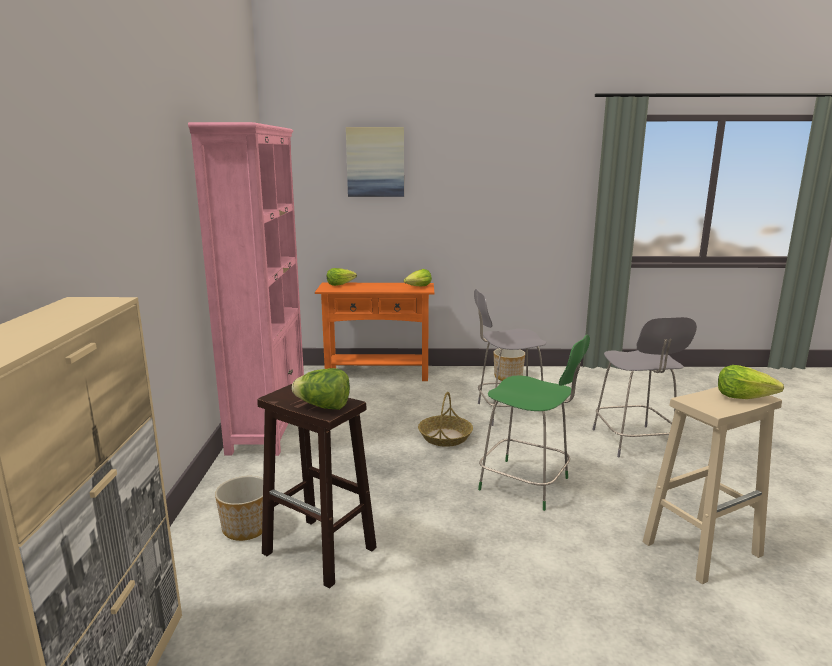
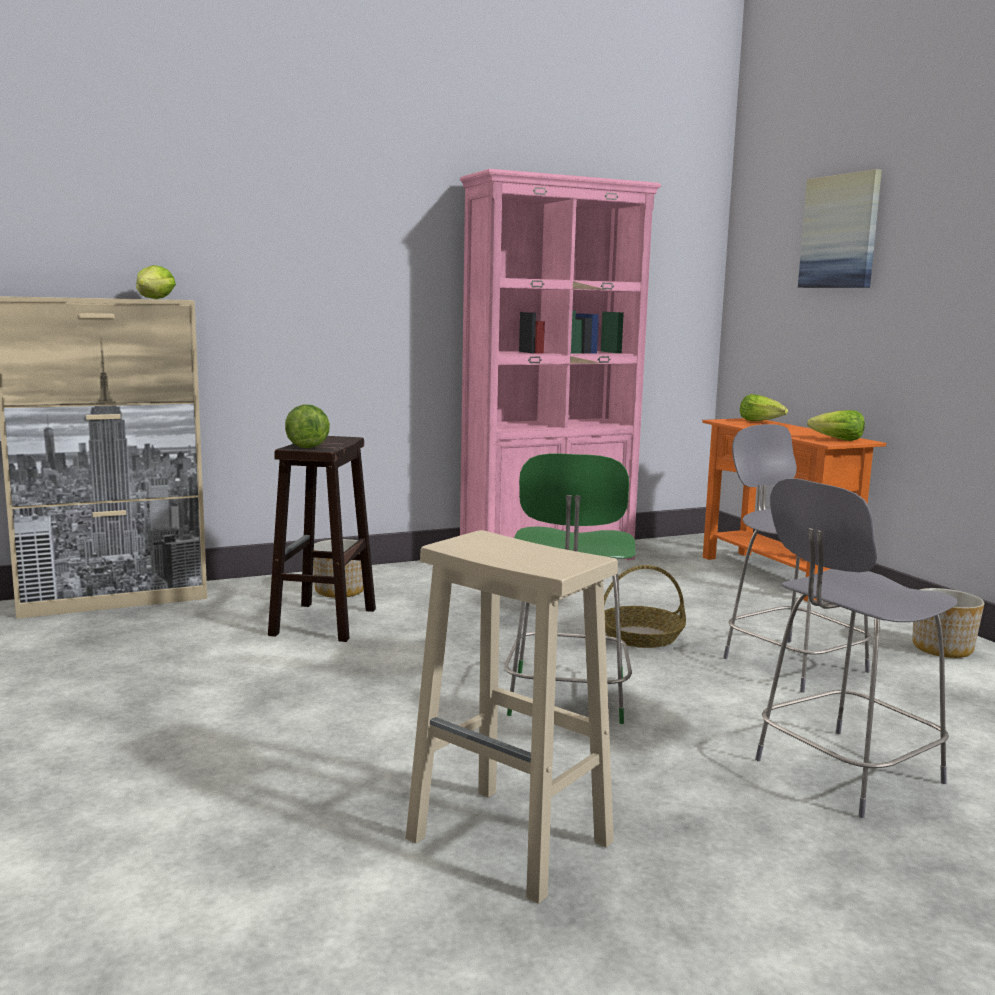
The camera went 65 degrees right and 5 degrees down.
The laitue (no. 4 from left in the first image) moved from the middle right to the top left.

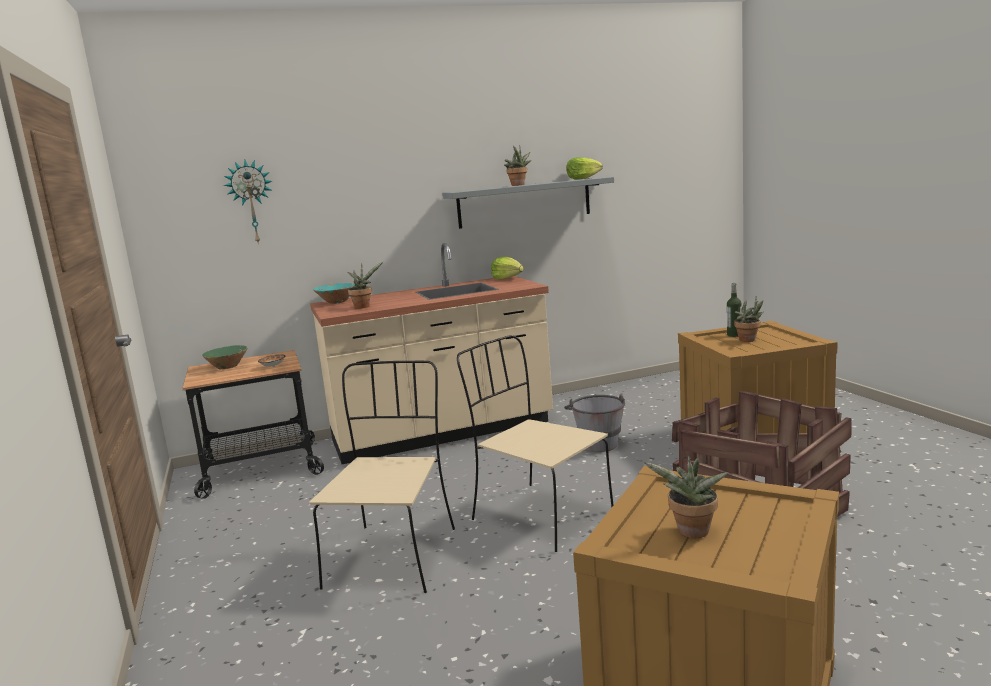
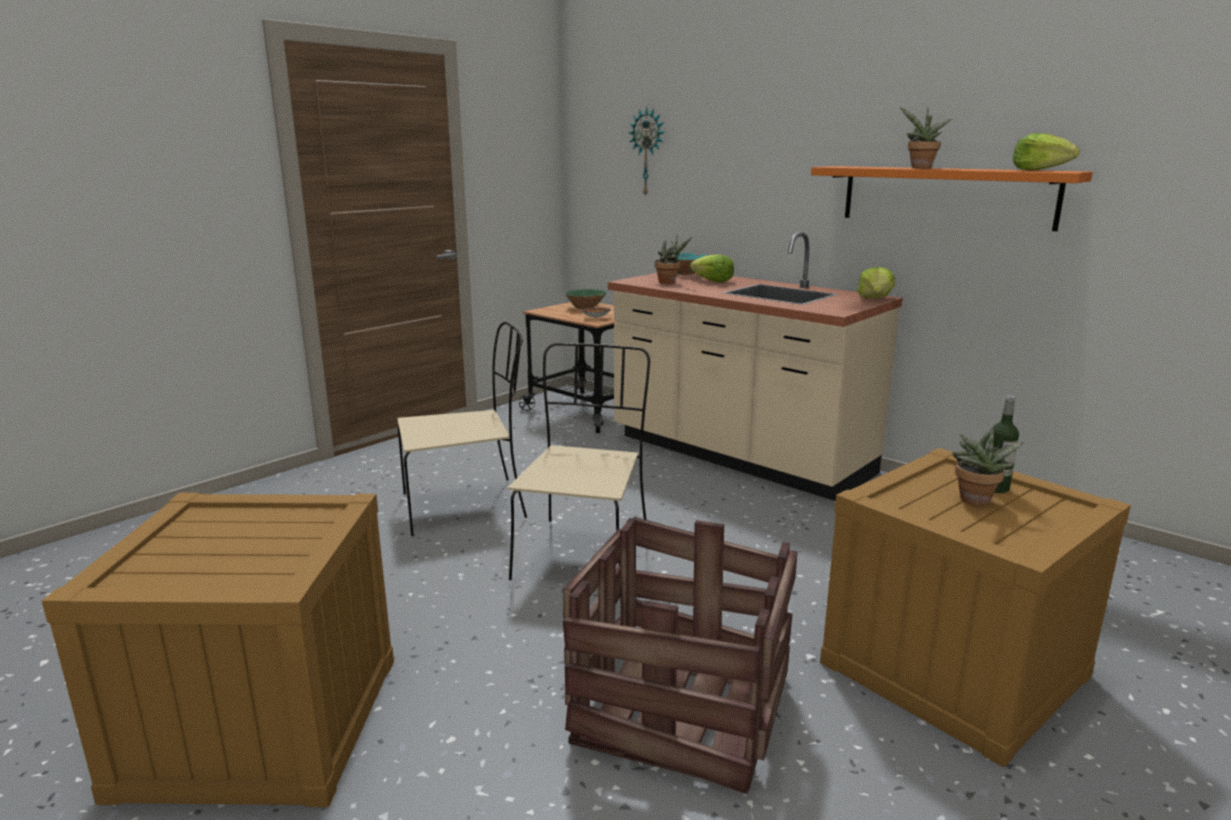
The camera went 60 degrees right and 5 degrees up.
The étagère/gris at the top centre became the étagère/orange at the top right.
The seau/gris at the centre disappeared.
The plante en pot (no. 3 from left) at the bottom right disappeared.
The laitue (no. 1 from left) at the top centre appeared.

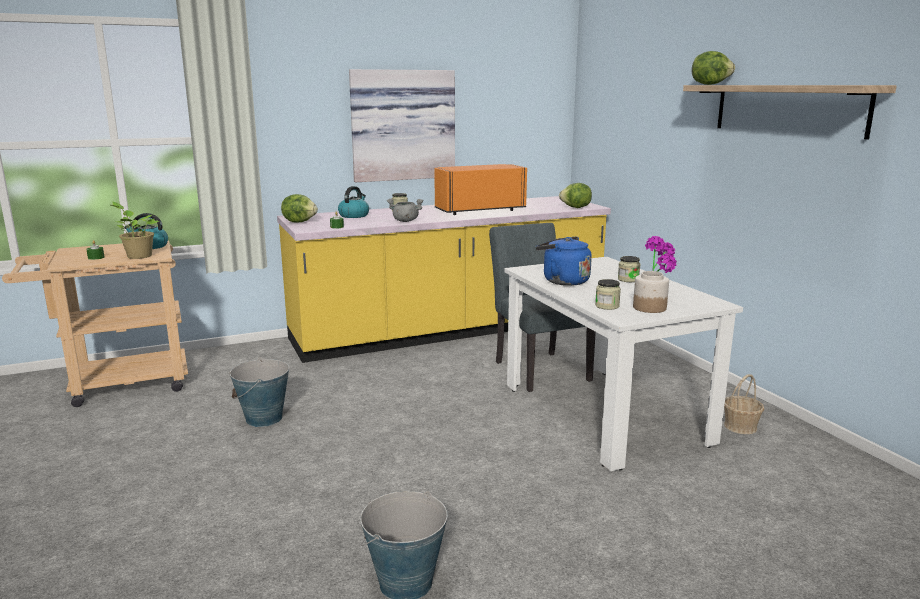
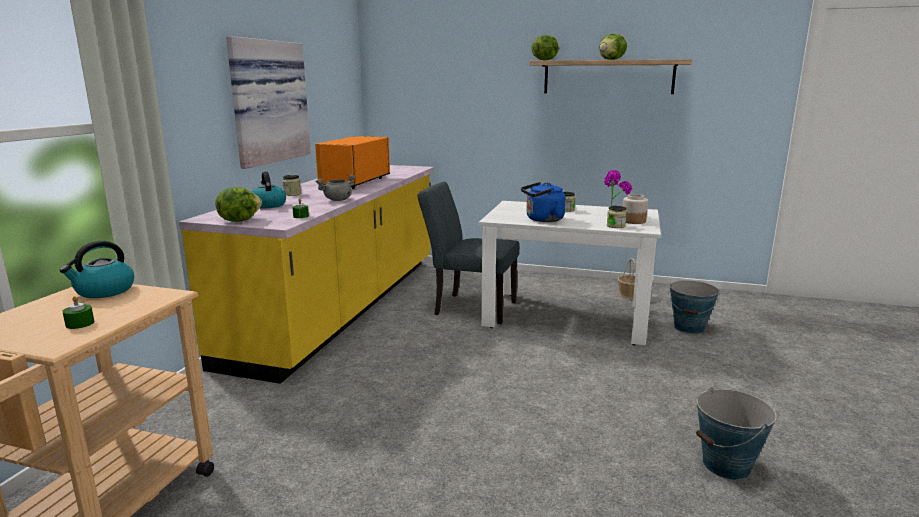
The camera went 50 degrees left and 0 degrees up.
The plante en pot (no. 1 from left) at the middle left disappeared.
The seau (no. 1 from left) moved from the middle left to the middle right.
The laitue (no. 2 from left in the first image) moved from the top centre to the top right.

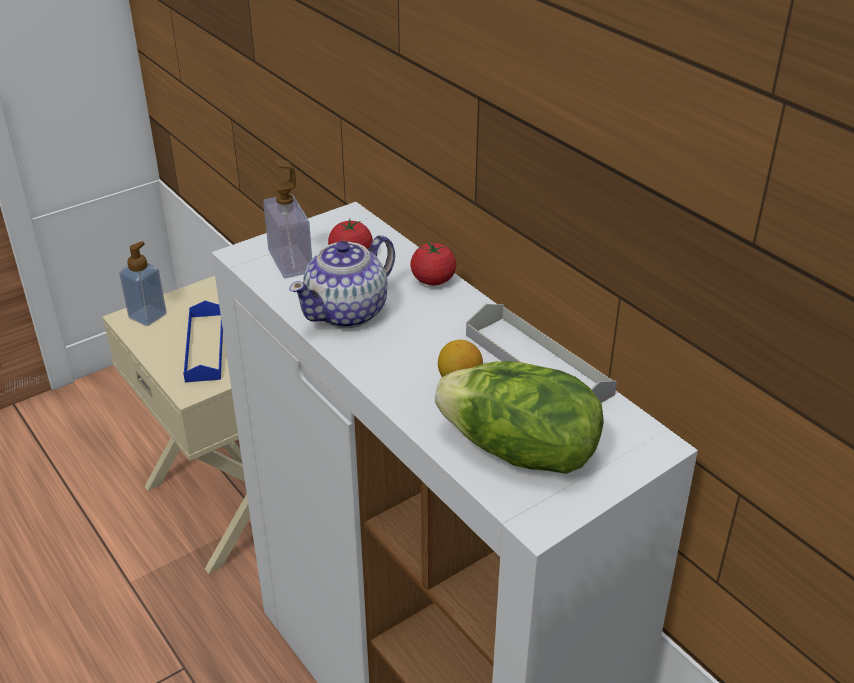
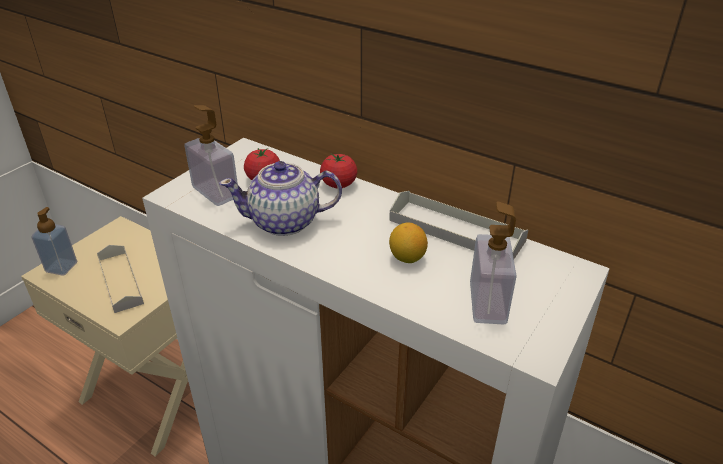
The camera went 20 degrees left and 0 degrees up.
The plateau/bleu at the middle left became the plateau/gris (no. 1 from left) at the middle left.
The théière at the centre turned 60 degrees clockwise.
The laitue at the centre was replaced by the distributeur de savon (no. 3 from left) at the middle right.

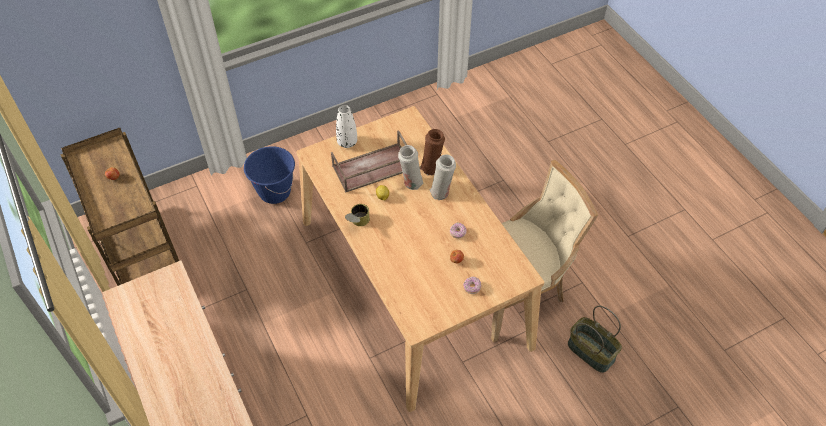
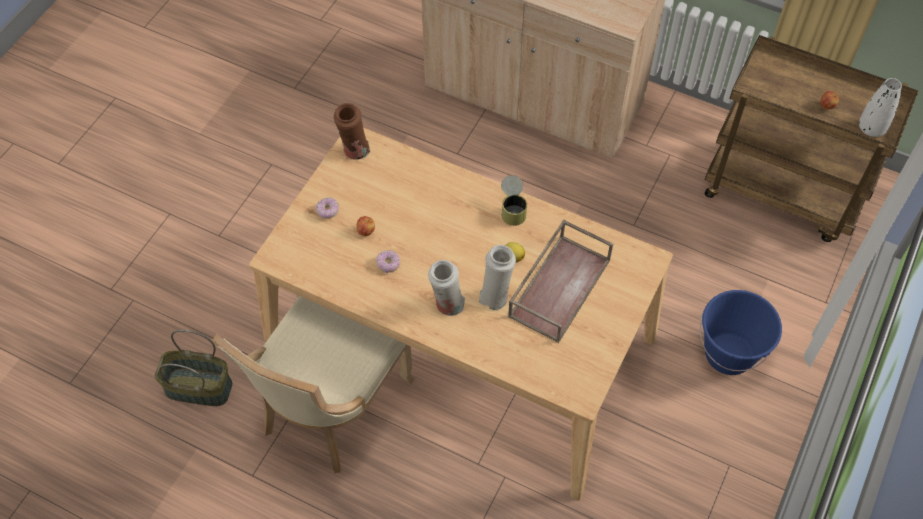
The camera went 145 degrees right and 5 degrees up.
The vase/blanc (no. 1 from left in the first image) moved from the top centre to the top right.
The vase/marron moved from the centre to the top centre.

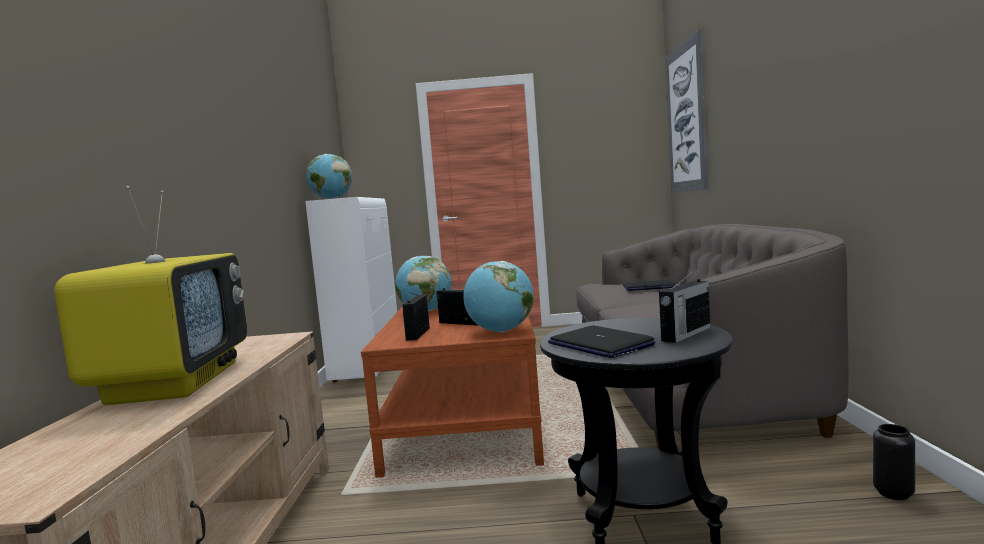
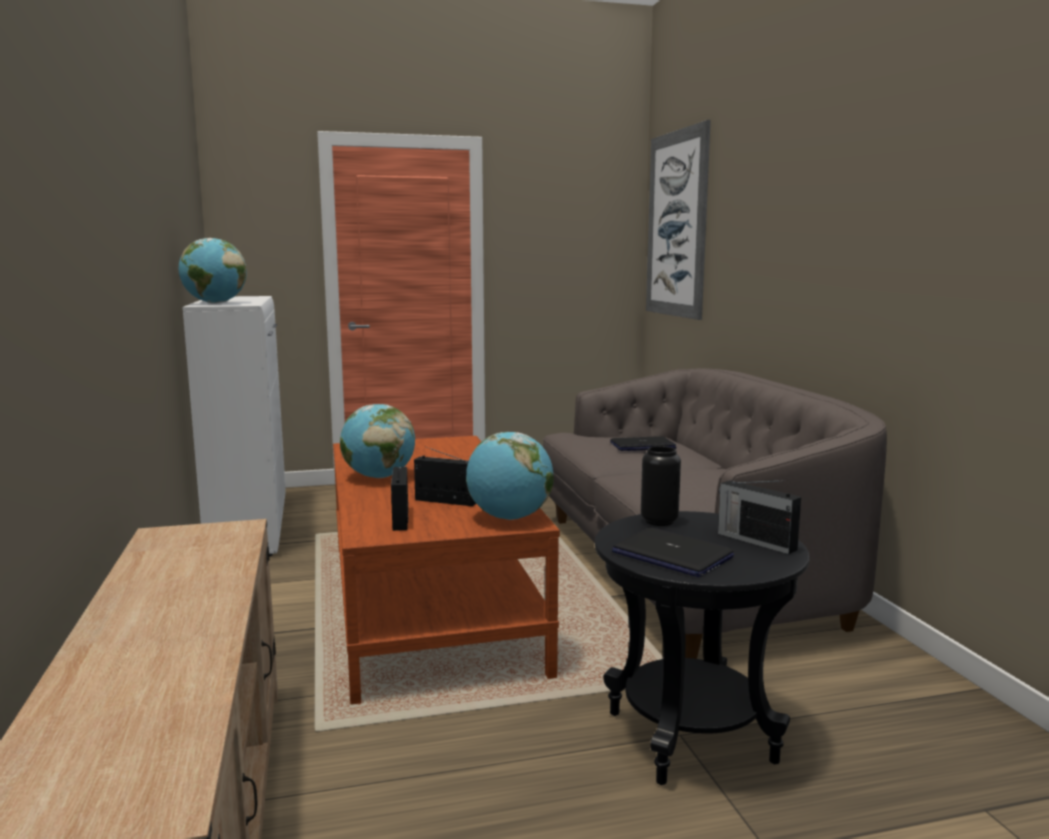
The camera went 15 degrees left and 5 degrees up.
The téléviseur at the middle left disappeared.
The radio (no. 3 from left) at the middle right turned 105 degrees clockwise.
The vase/noir moved from the bottom right to the centre.

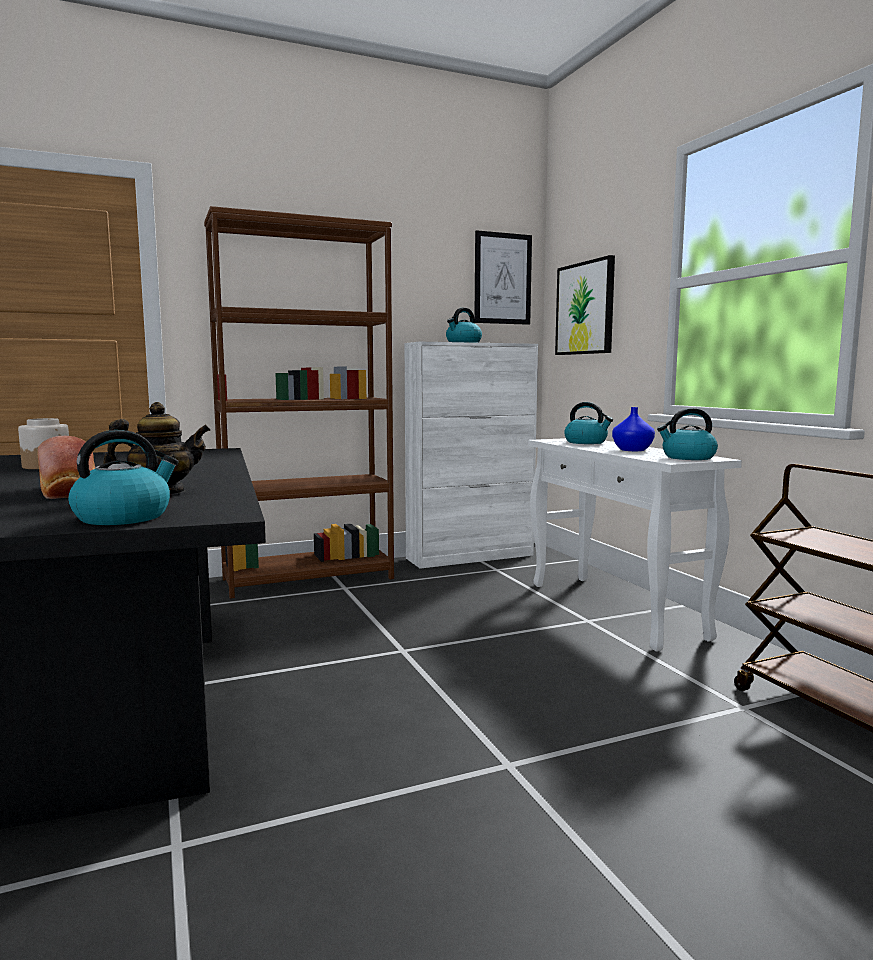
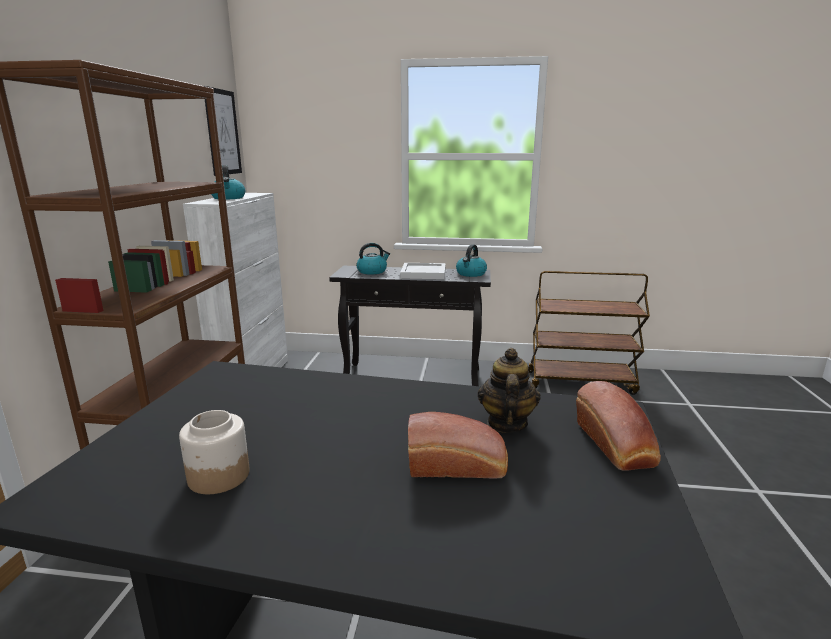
The camera went 60 degrees left and 10 degrees up.
The bouilloire (no. 1 from left) at the middle left was replaced by the pain (no. 2 from left) at the bottom right.
The table console/blanc at the middle right became the table console/noir at the centre.
The tableau (no. 2 from left) at the top right disappeared.
The vase/bleu at the middle right was replaced by the plateau/blanc at the centre.

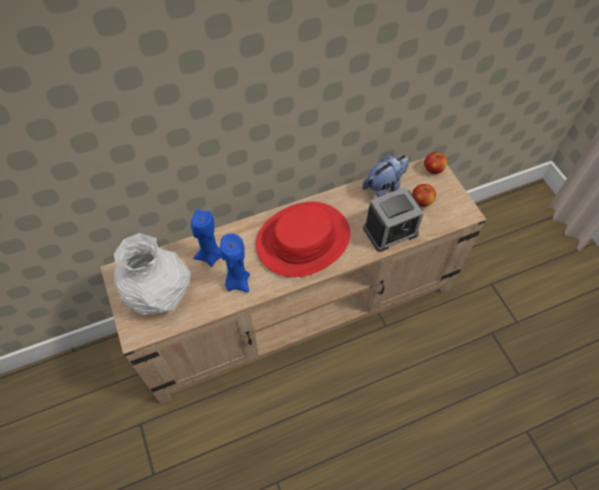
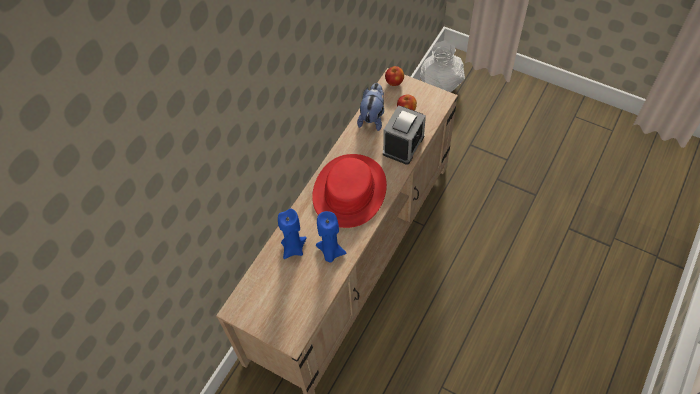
The camera went 35 degrees left and 0 degrees up.
The vase/blanc moved from the middle left to the top centre.

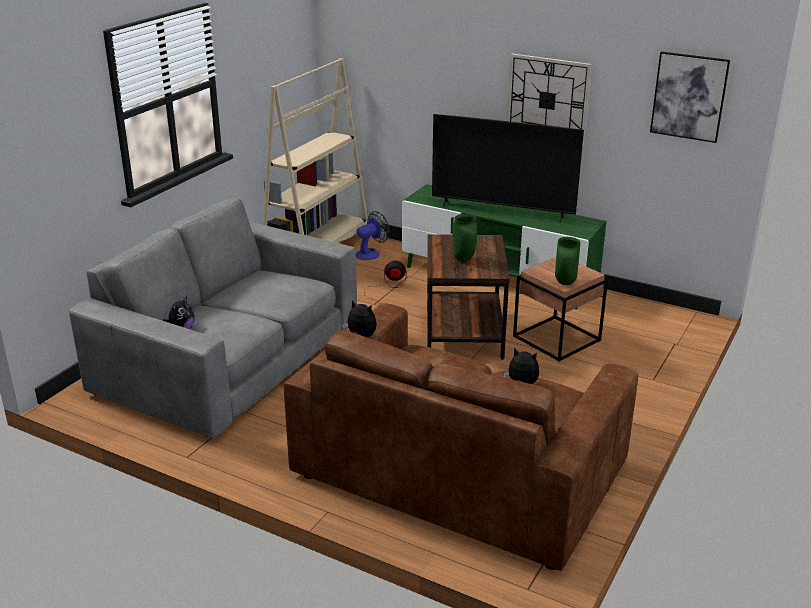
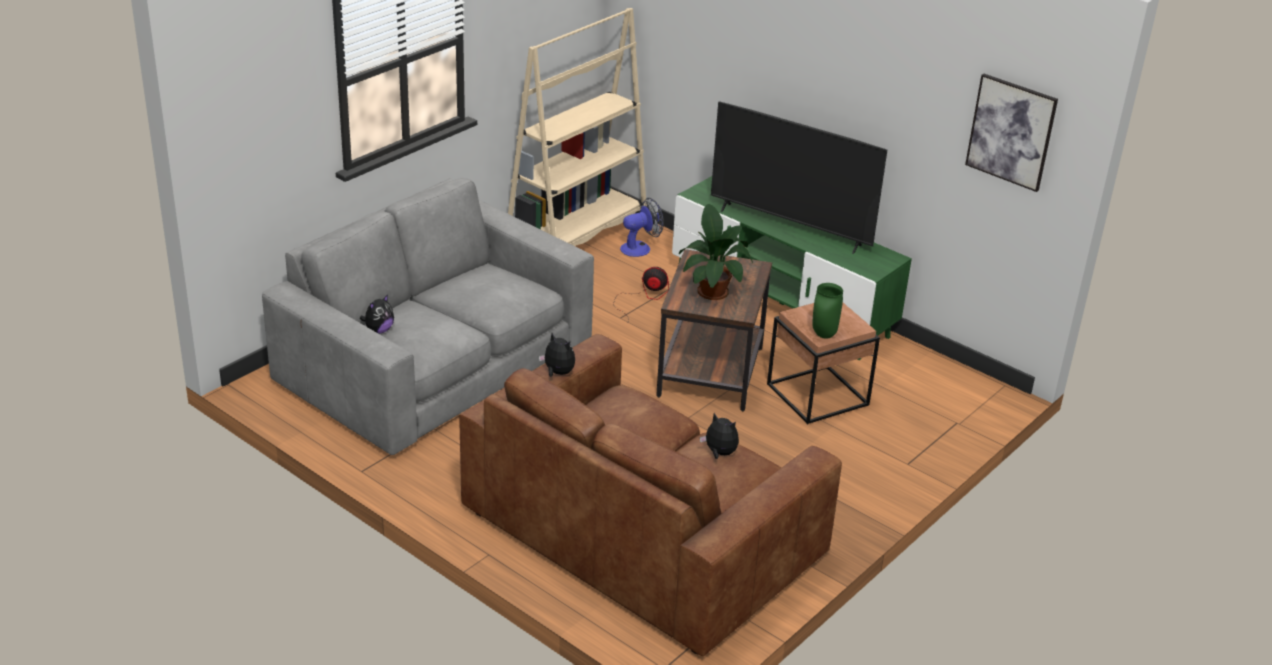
The camera went 10 degrees right and 5 degrees up.
The vase/vert (no. 1 from left) at the centre was replaced by the plante en pot at the centre.
The horloge murale at the top right disappeared.

